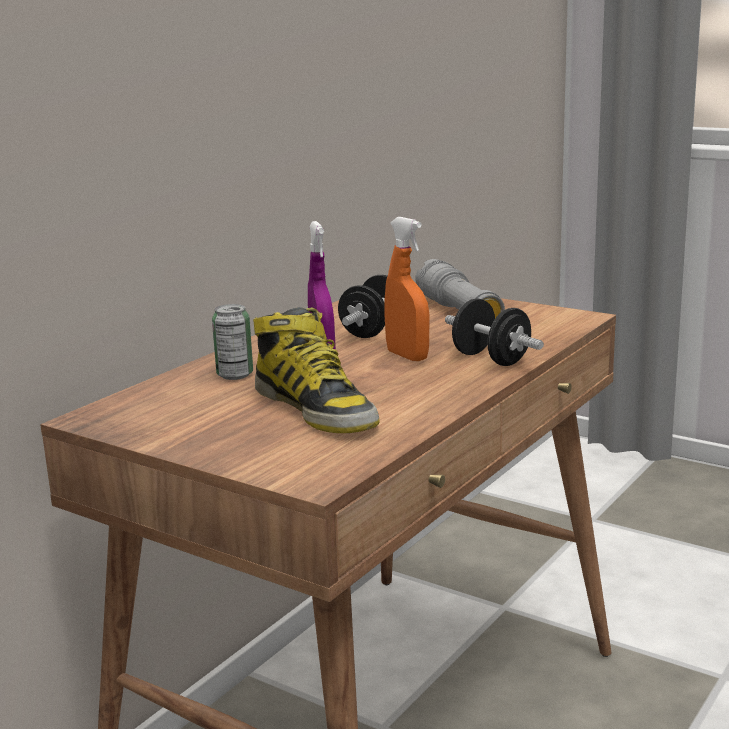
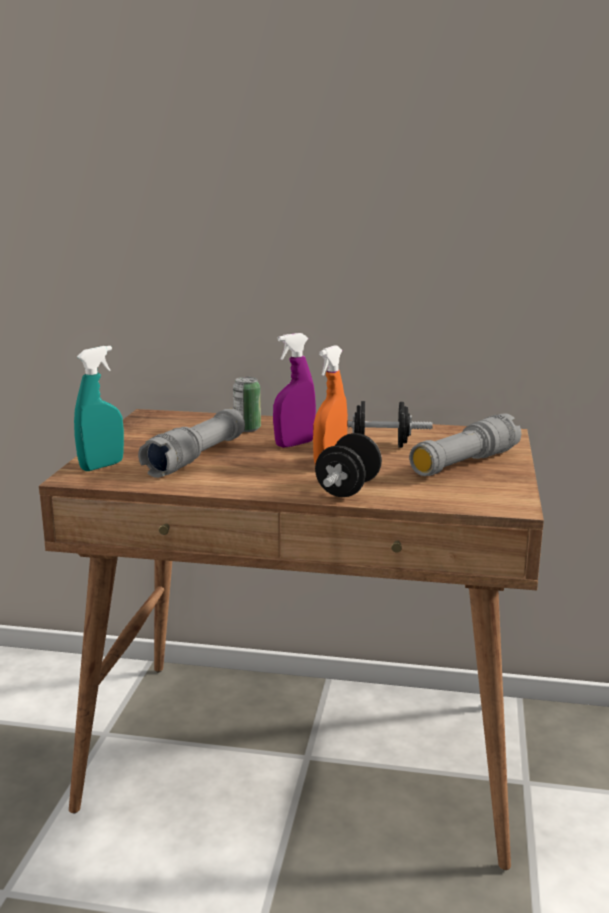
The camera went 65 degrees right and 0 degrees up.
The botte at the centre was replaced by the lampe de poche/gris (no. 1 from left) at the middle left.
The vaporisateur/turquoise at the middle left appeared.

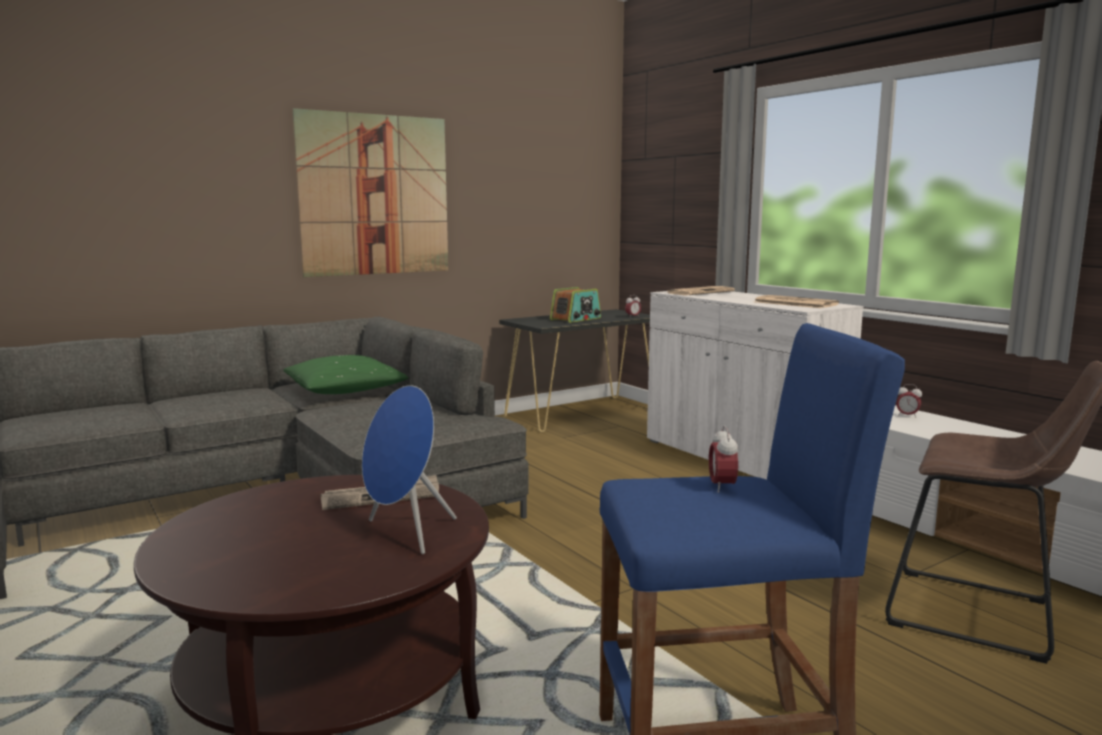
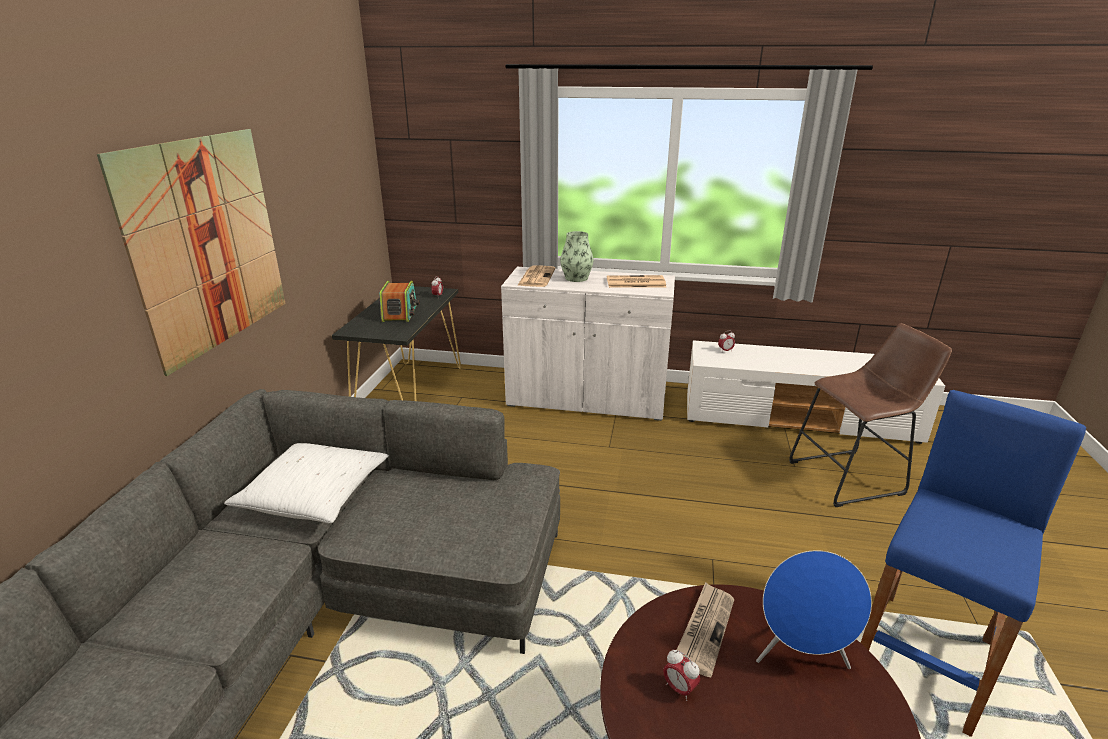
The camera went 45 degrees left and 15 degrees up.
The coussin/vert at the middle left became the coussin/blanc at the middle left.
The réveil (no. 2 from left) moved from the centre to the bottom centre.
The vase at the centre appeared.

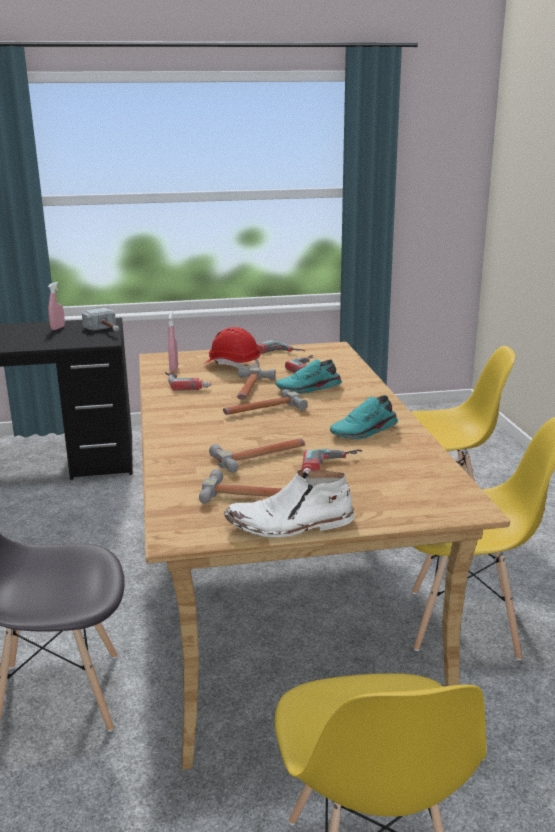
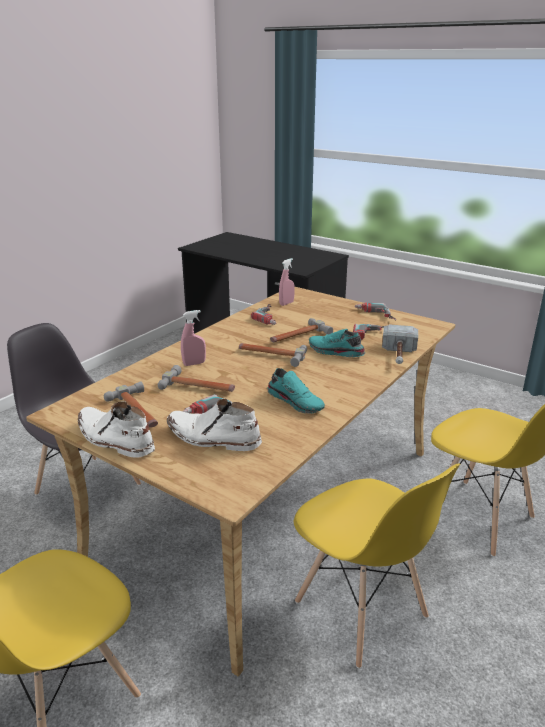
The camera went 45 degrees right and 5 degrees up.
The vaporisateur/rose (no. 1 from left) moved from the middle left to the centre.
The marteau (no. 1 from left in the first image) moved from the middle left to the middle right.
The casque de chantier/rouge at the centre disappeared.
The chaussure/turquoise (no. 2 from left in the first image) at the centre turned 150 degrees counterclockwise.
The botte/blanc (no. 2 from left) at the centre appeared.

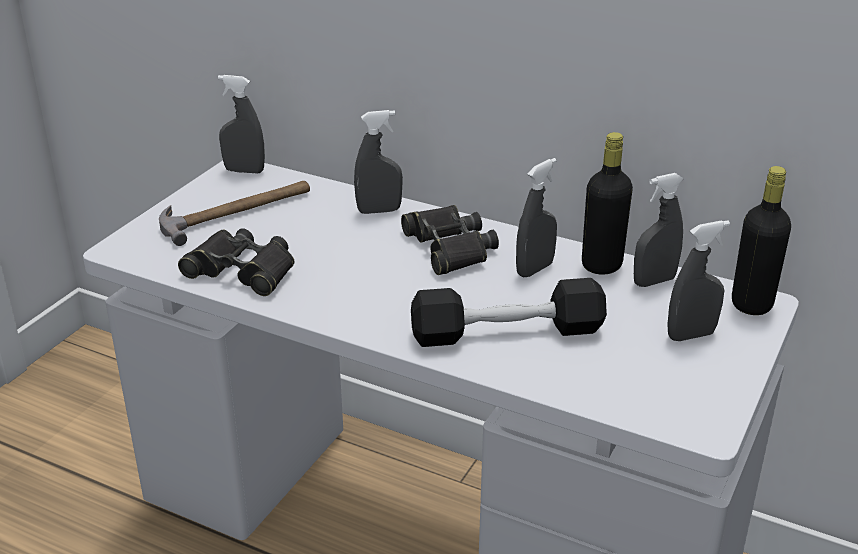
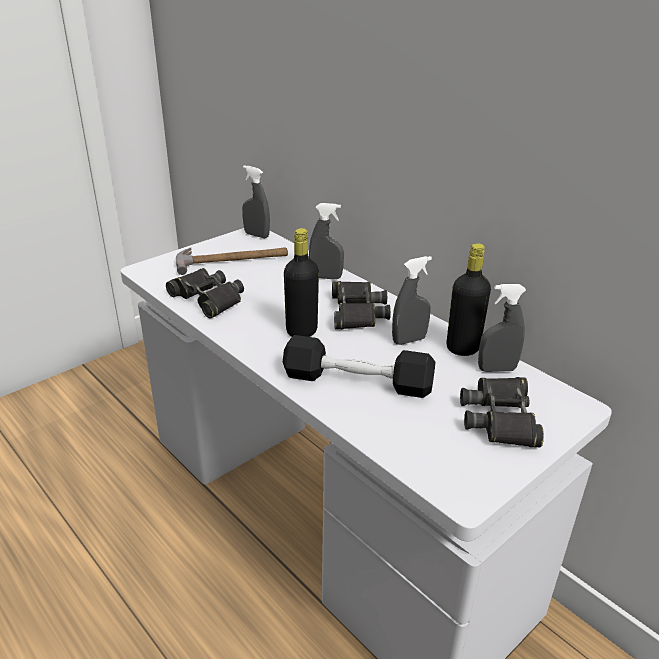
The camera went 20 degrees right and 0 degrees up.
The vaporisateur/gris (no. 5 from left) at the middle right was replaced by the jumelles/noir (no. 3 from left) at the middle right.
The bouteille/noir (no. 2 from left in the first image) moved from the middle right to the centre.

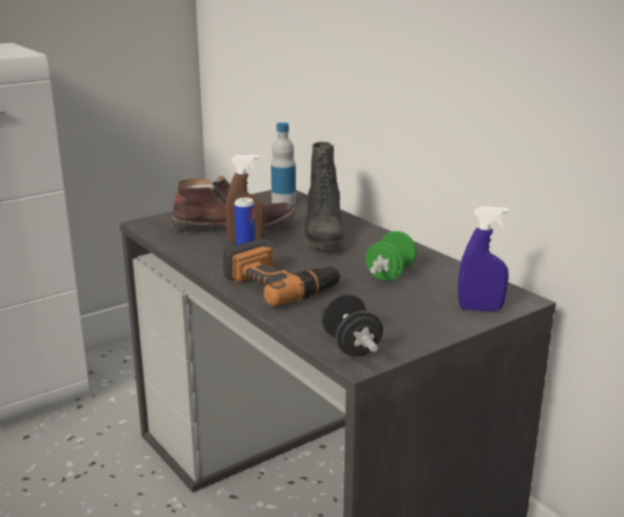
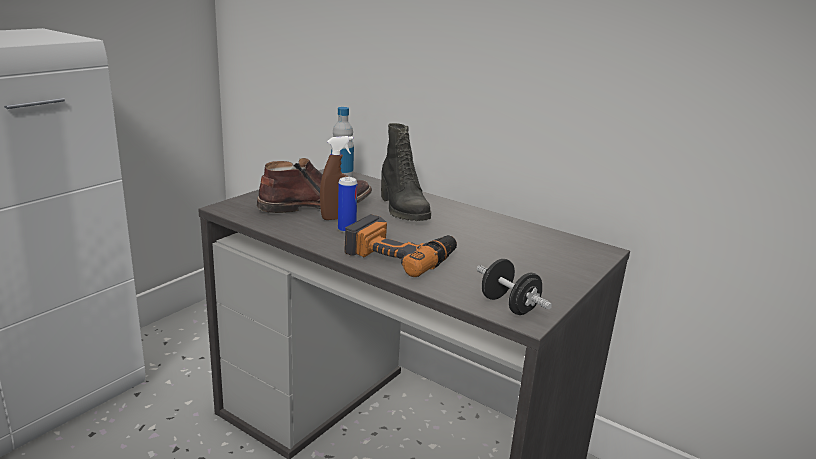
The camera went 20 degrees left and 0 degrees up.
The haltère/vert at the centre disappeared.
The vaporisateur/bleu at the middle right disappeared.

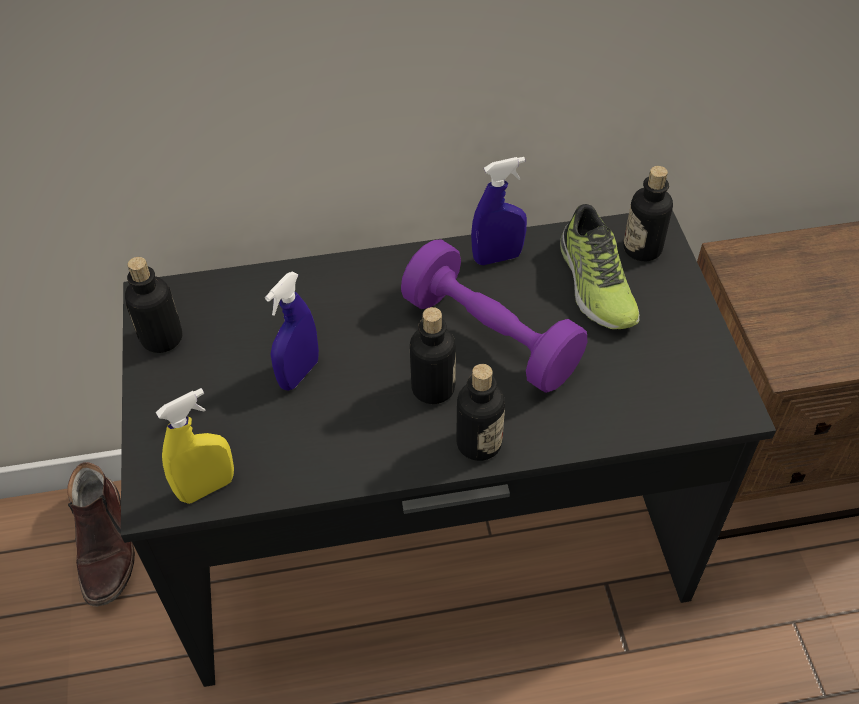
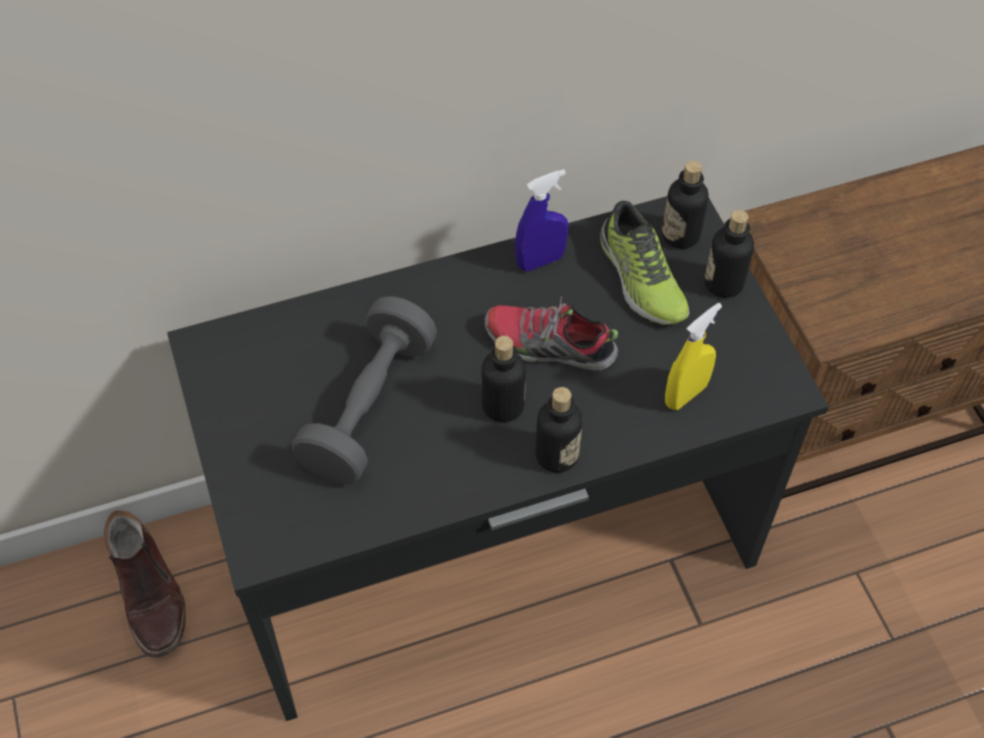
The camera went 10 degrees left and 5 degrees up.
The bouteille (no. 1 from left in the first image) moved from the middle left to the middle right.
The vaporisateur/jaune moved from the middle left to the middle right.
The vaporisateur/bleu (no. 1 from left) at the centre was replaced by the haltère/gris at the centre.
The haltère/violet at the centre was replaced by the chaussure (no. 1 from left) at the centre.

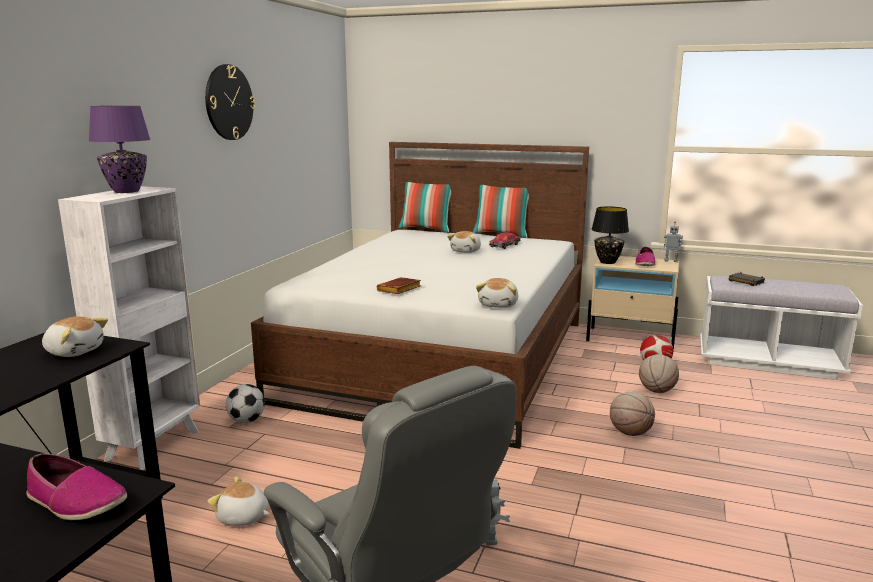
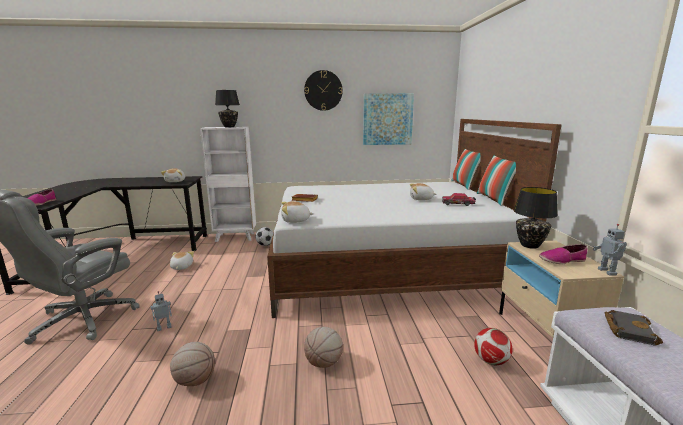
The camera went 65 degrees right and 0 degrees up.
The lampe de table/violet at the top left became the lampe de table/noir (no. 1 from left) at the top left.
The ballon de basket (no. 2 from left in the first image) moved from the middle right to the bottom left.
The tableau at the top centre appeared.

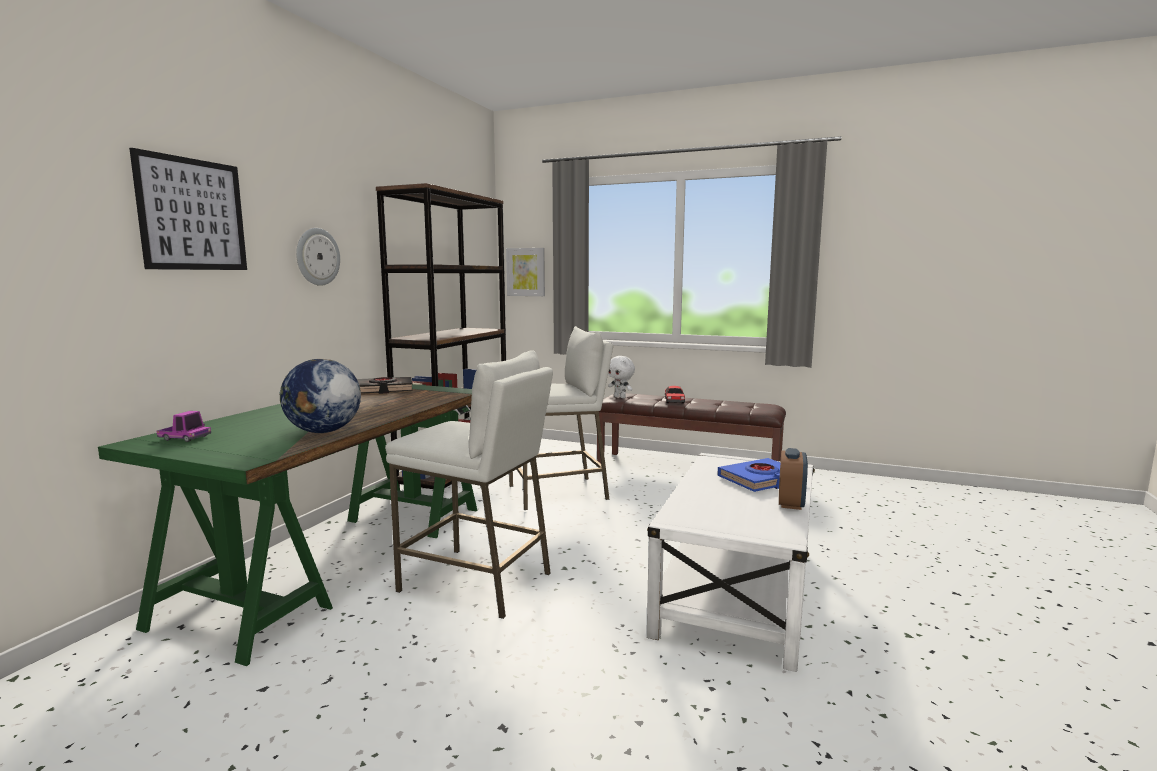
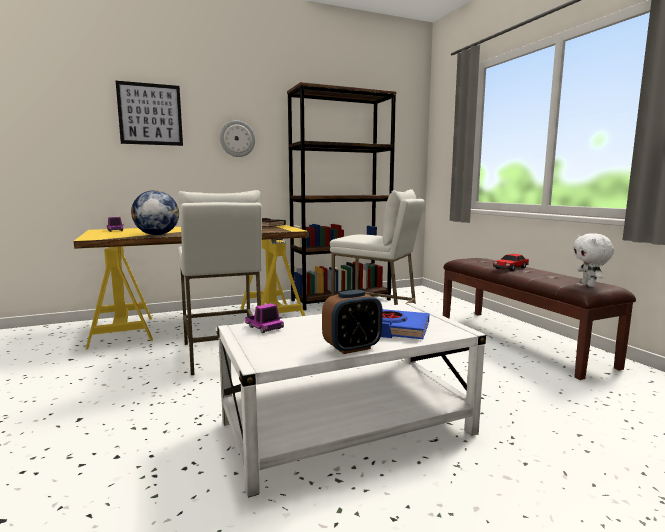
The camera went 45 degrees right and 0 degrees up.
The bureau/vert at the bottom left became the bureau/jaune at the middle left.
The tableau (no. 2 from left) at the centre disappeared.
The peluche/blanc moved from the centre to the middle right.
The camion jouet (no. 2 from left) at the centre appeared.

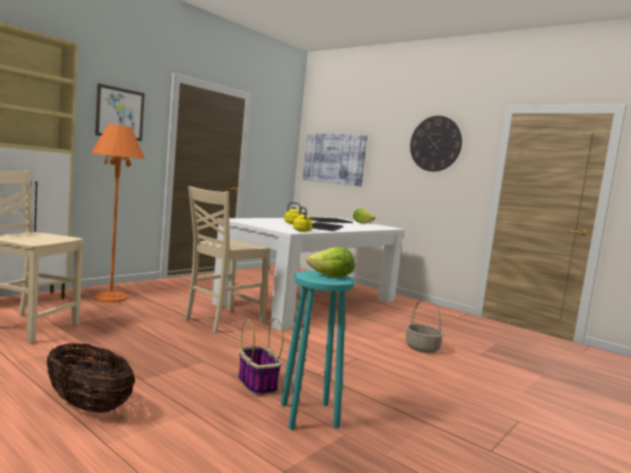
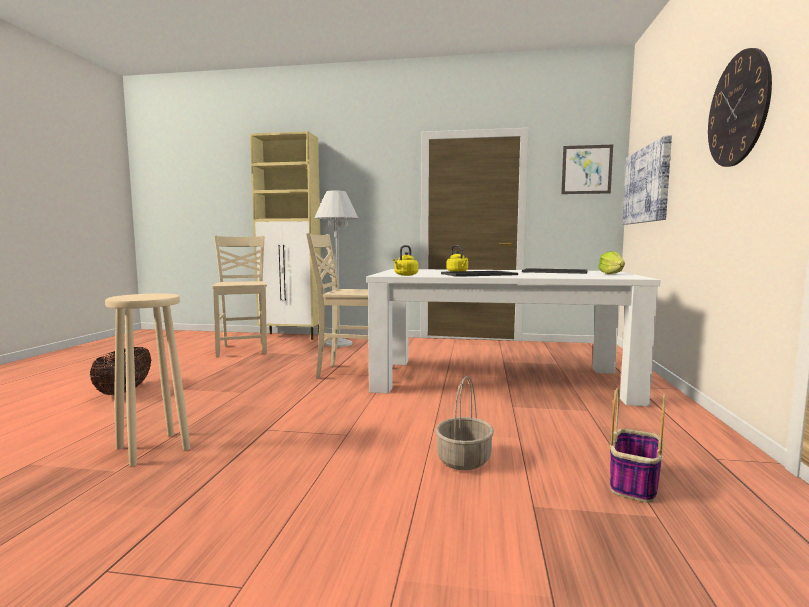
The camera went 60 degrees right and 0 degrees up.
The lampadaire/orange at the middle left became the lampadaire/blanc at the centre.
The tableau (no. 1 from left) moved from the top left to the top right.
The panier (no. 2 from left in the first image) moved from the bottom centre to the bottom right.
The tabouret/turquoise at the bottom centre became the tabouret/beige at the middle left.
The laitue (no. 1 from left) at the centre disappeared.

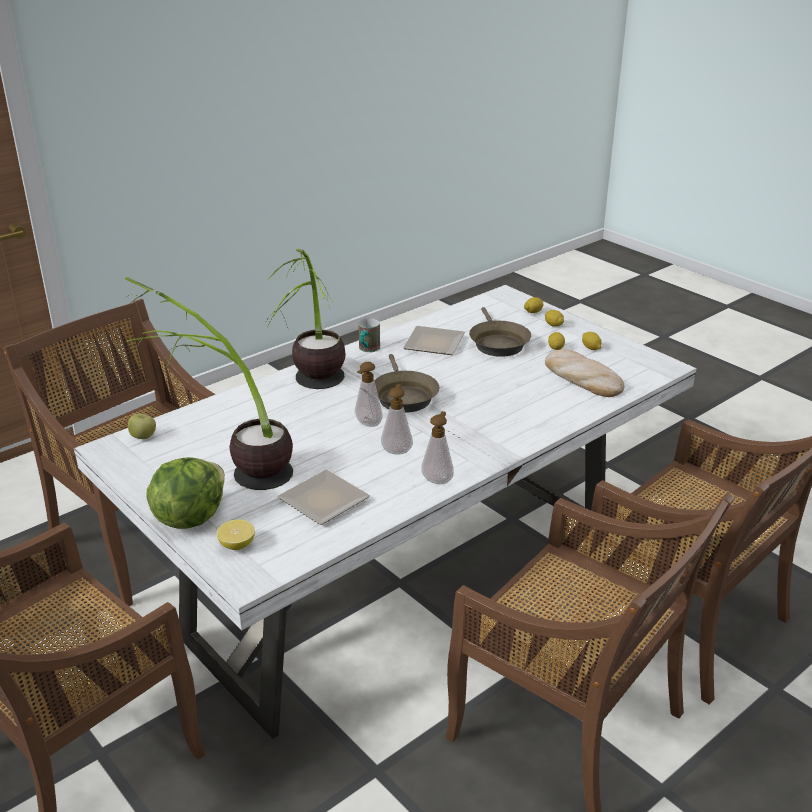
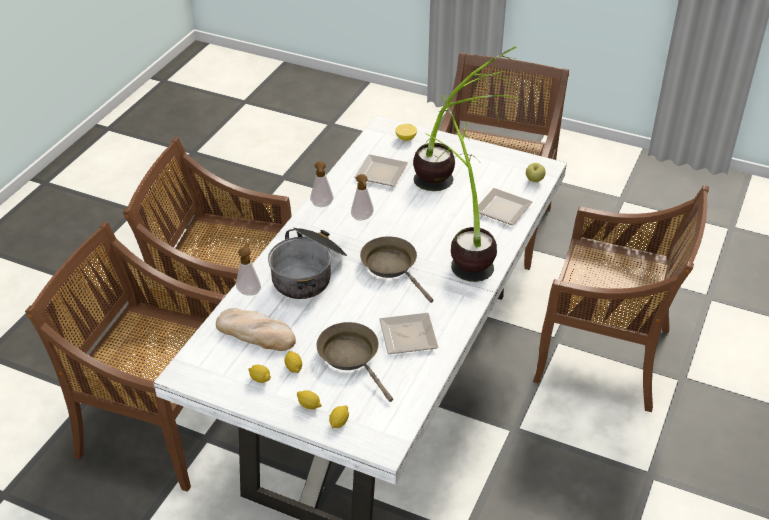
The camera went 155 degrees right and 10 degrees up.
The laitue at the middle left disappeared.
The distributeur de savon (no. 1 from left) moved from the centre to the middle left.
The mug at the centre disappeared.
The marmite at the centre appeared.
The assiette (no. 3 from left) at the centre appeared.

